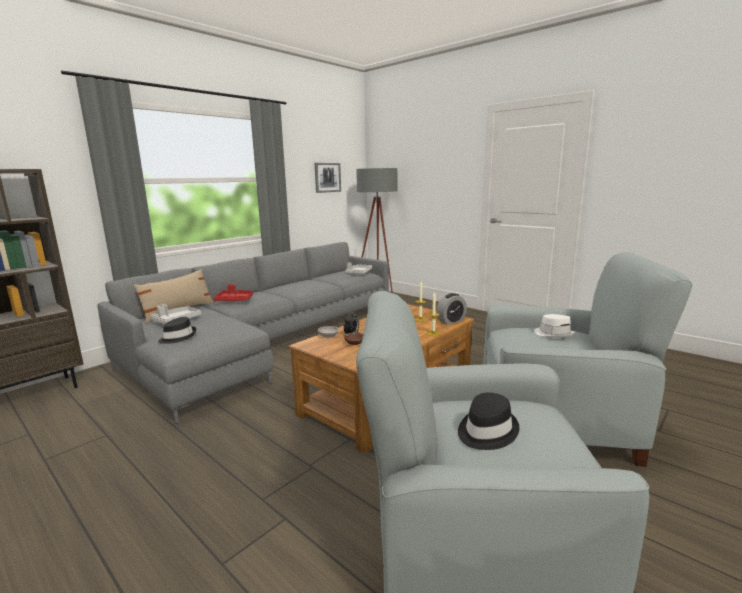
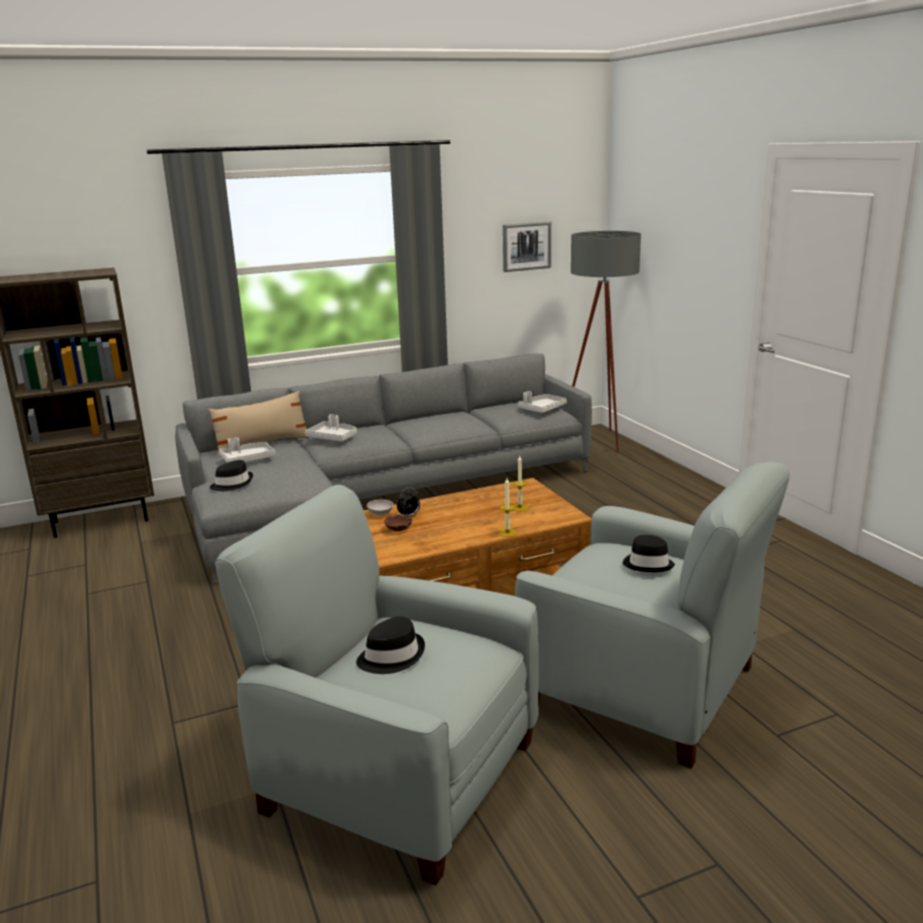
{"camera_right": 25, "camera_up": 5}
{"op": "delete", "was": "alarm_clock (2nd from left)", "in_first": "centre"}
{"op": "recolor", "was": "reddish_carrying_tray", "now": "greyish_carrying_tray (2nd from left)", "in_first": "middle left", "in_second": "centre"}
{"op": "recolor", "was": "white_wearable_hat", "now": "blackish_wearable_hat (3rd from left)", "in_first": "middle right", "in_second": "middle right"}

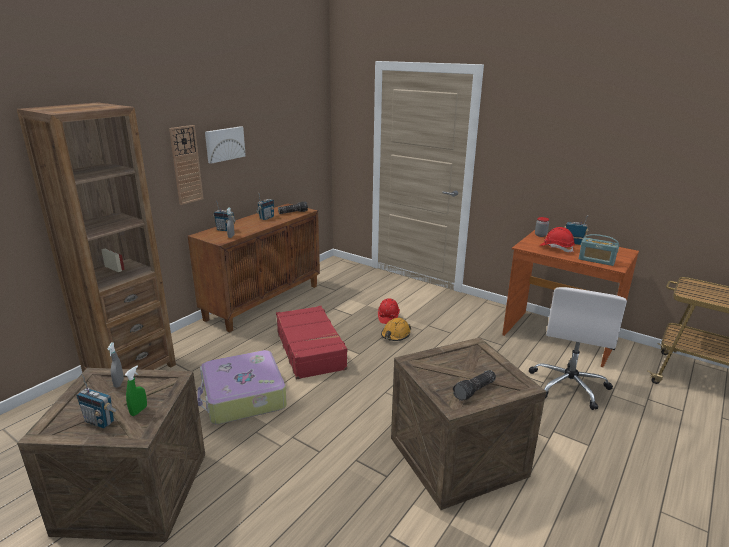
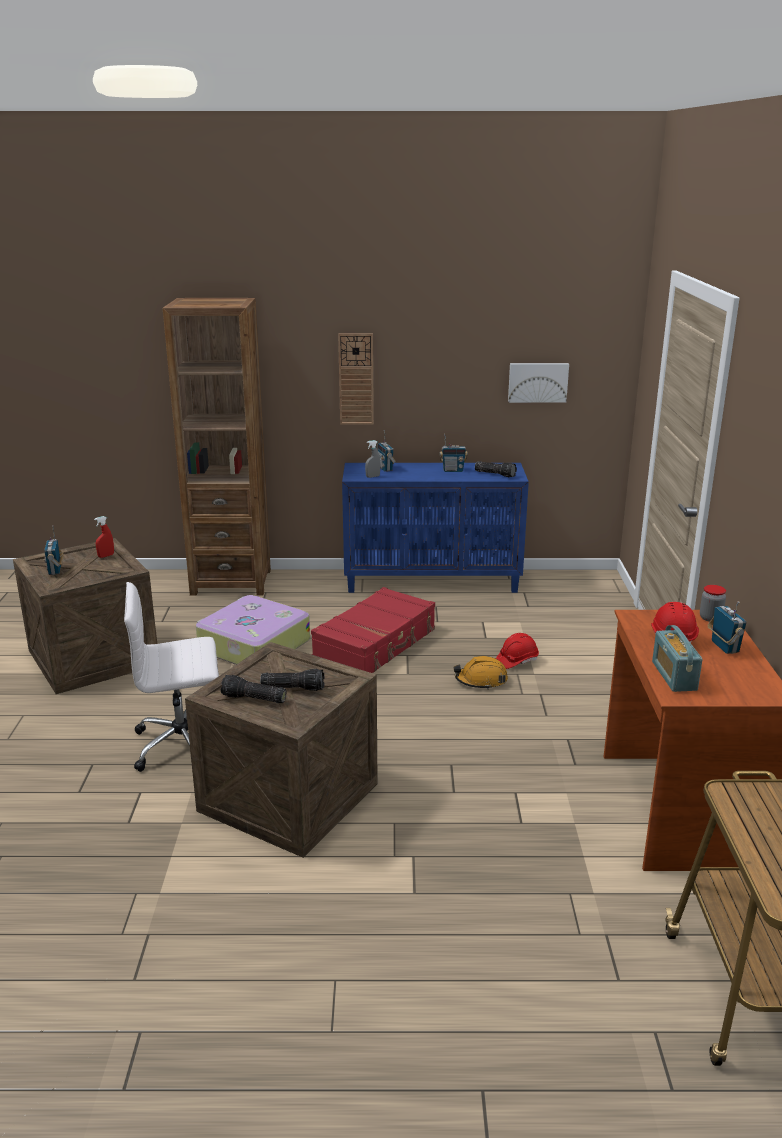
{"camera_right": 55, "camera_up": 0}
{"op": "delete", "was": "green-coloured_hand_sprayer", "in_first": "bottom left"}
{"op": "insert", "now": "flashlight (2nd from left)", "in_second": "centre"}
{"op": "move", "was": "picture", "in_first": "top left", "in_second": "middle right"}
{"op": "move", "was": "white_desk_chair", "in_first": "middle right", "in_second": "middle left"}
{"op": "recolor", "was": "greyish_hand_sprayer (1st from left)", "now": "reddish_hand_sprayer", "in_first": "bottom left", "in_second": "middle left"}
{"op": "recolor", "was": "brownish_cabinet", "now": "blue_cabinet", "in_first": "centre", "in_second": "centre"}

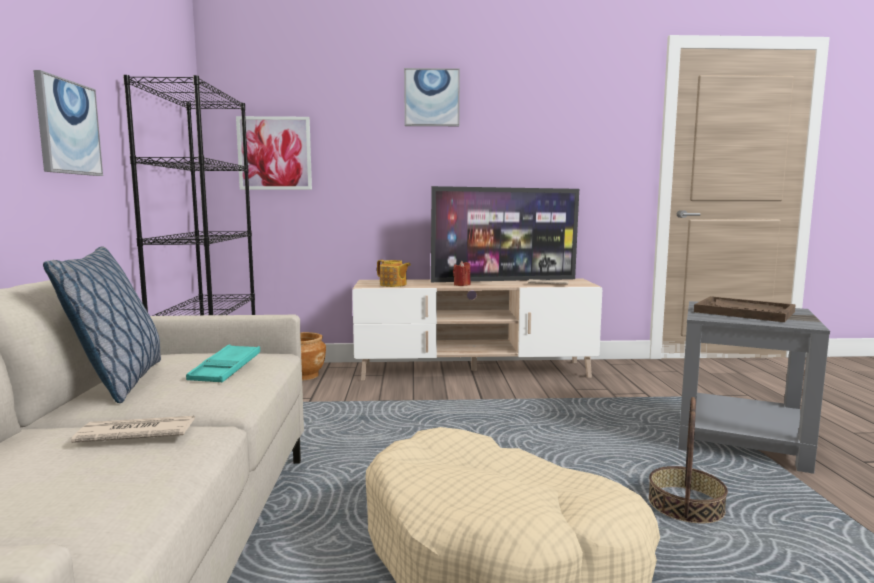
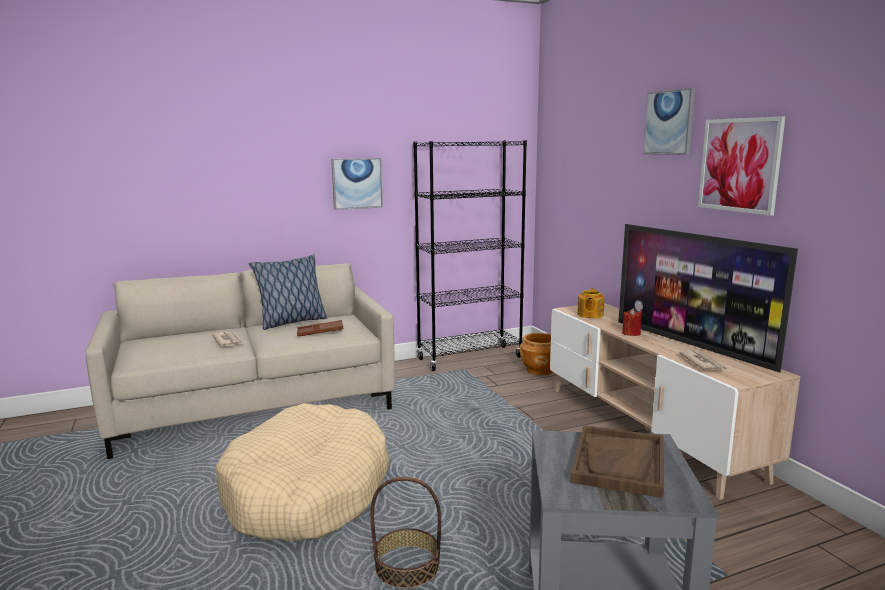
{"camera_right": 70, "camera_up": 5}
{"op": "move", "was": "picture (2nd from left in the first image)", "now": "picture (3rd from left)", "in_first": "top left", "in_second": "top right"}
{"op": "recolor", "was": "turquoise_carrying_tray", "now": "brownish_carrying_tray (1st from left)", "in_first": "middle left", "in_second": "centre"}

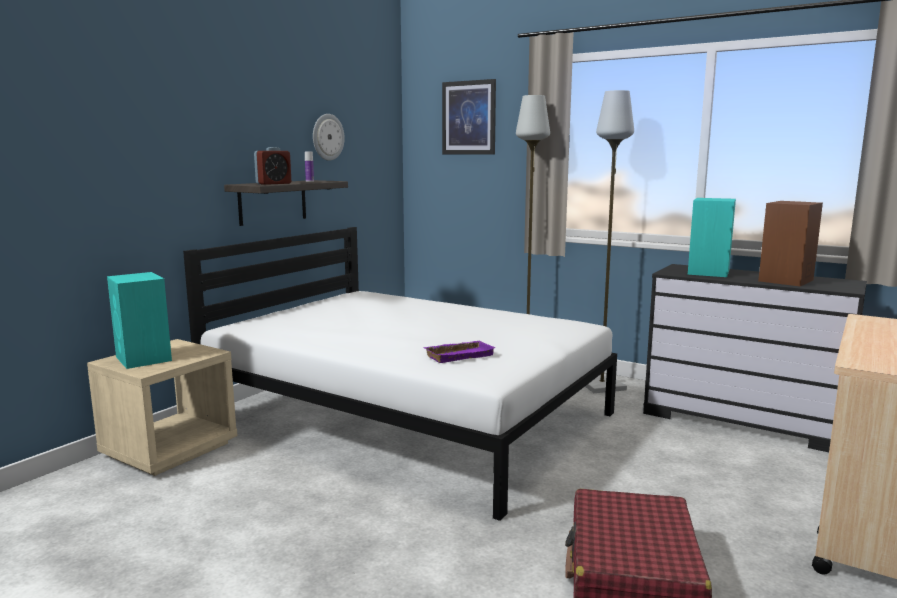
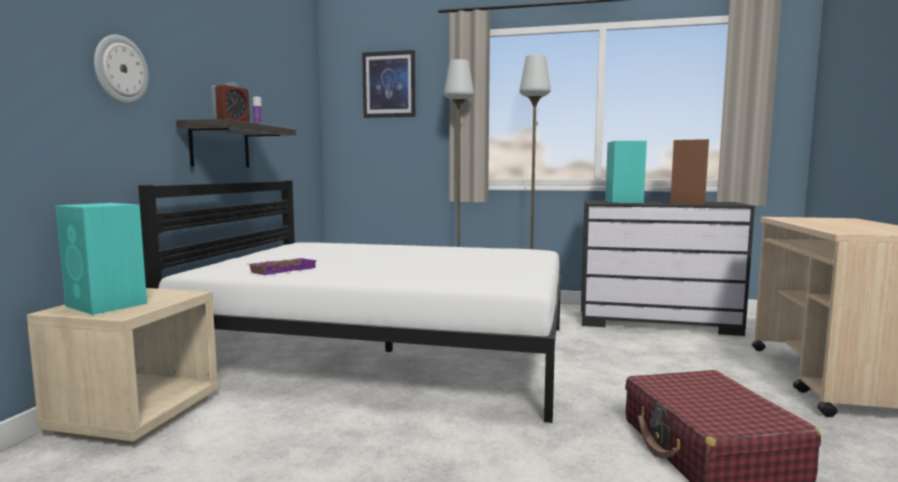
{"camera_right": -20, "camera_up": -5}
{"op": "move", "was": "wall_clock", "in_first": "top centre", "in_second": "top left"}
{"op": "move", "was": "purplish_carrying_tray", "in_first": "centre", "in_second": "middle left"}

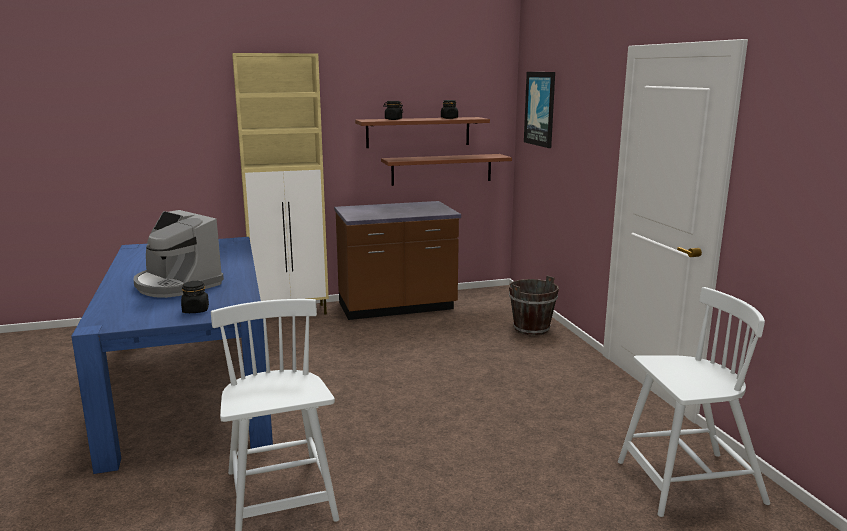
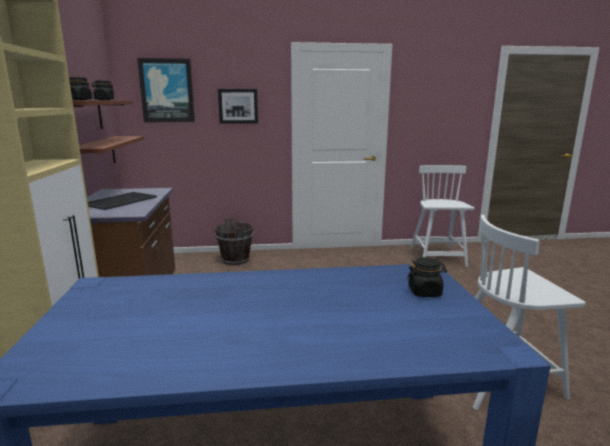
{"camera_right": -80, "camera_up": 0}
{"op": "delete", "was": "coffee_brewer", "in_first": "middle left"}
{"op": "insert", "now": "carrying_tray", "in_second": "middle left"}
{"op": "insert", "now": "picture (2nd from left)", "in_second": "top centre"}

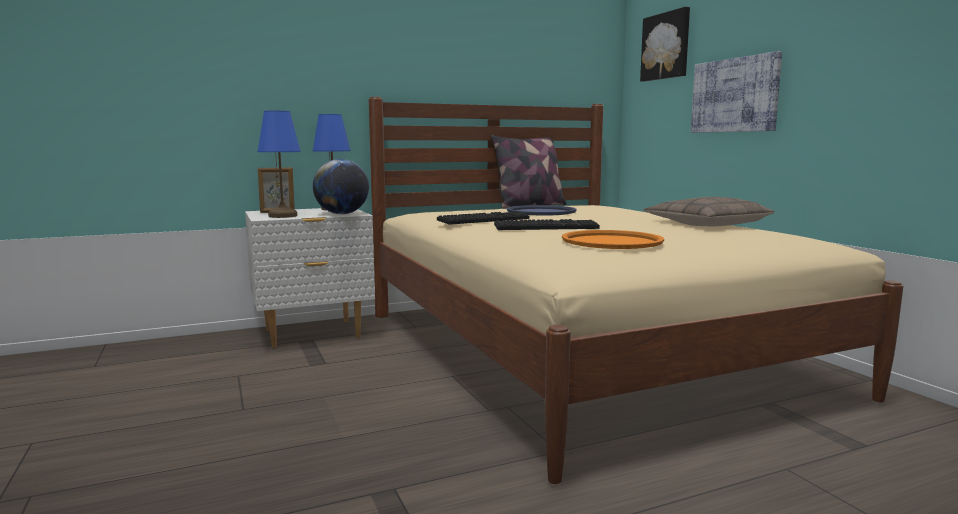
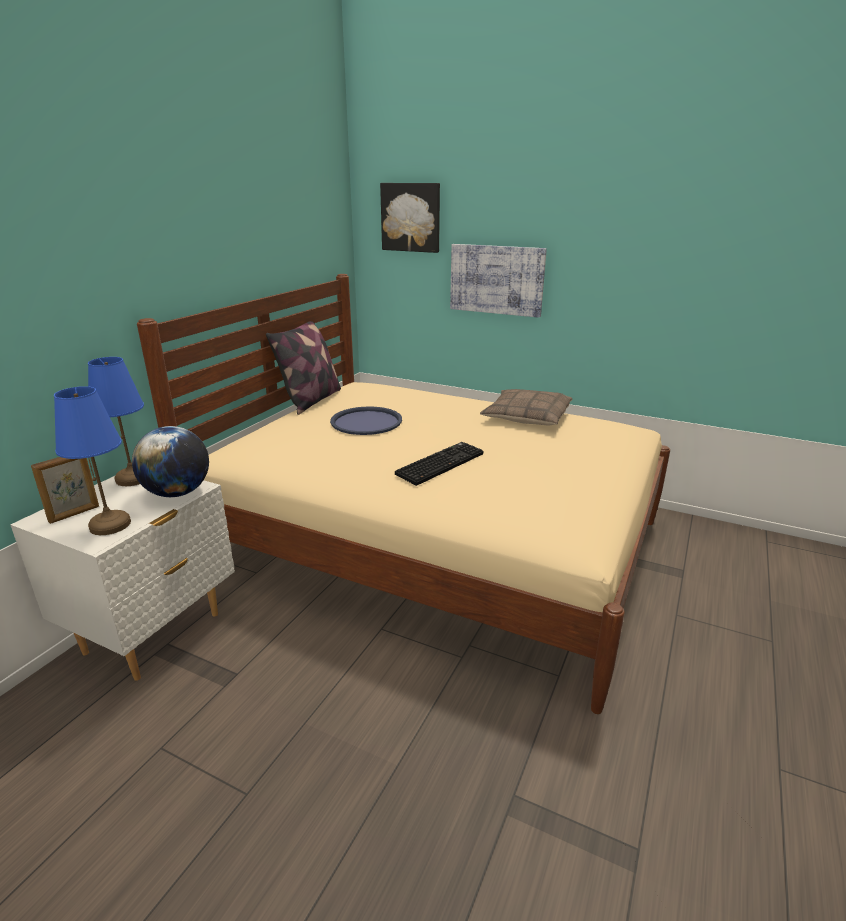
{"camera_right": -40, "camera_up": 15}
{"op": "delete", "was": "computer_keyboard (1st from left)", "in_first": "centre"}
{"op": "delete", "was": "orangey_carrying_tray", "in_first": "centre"}

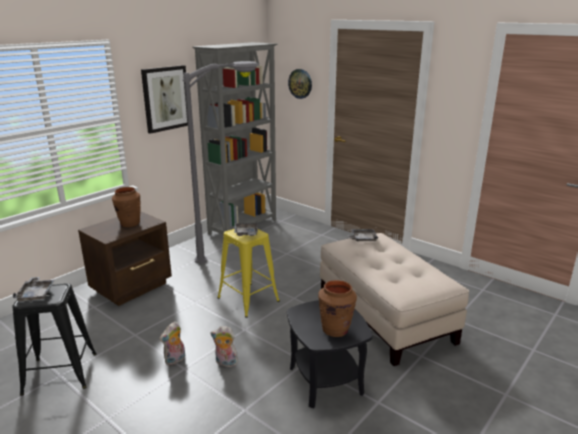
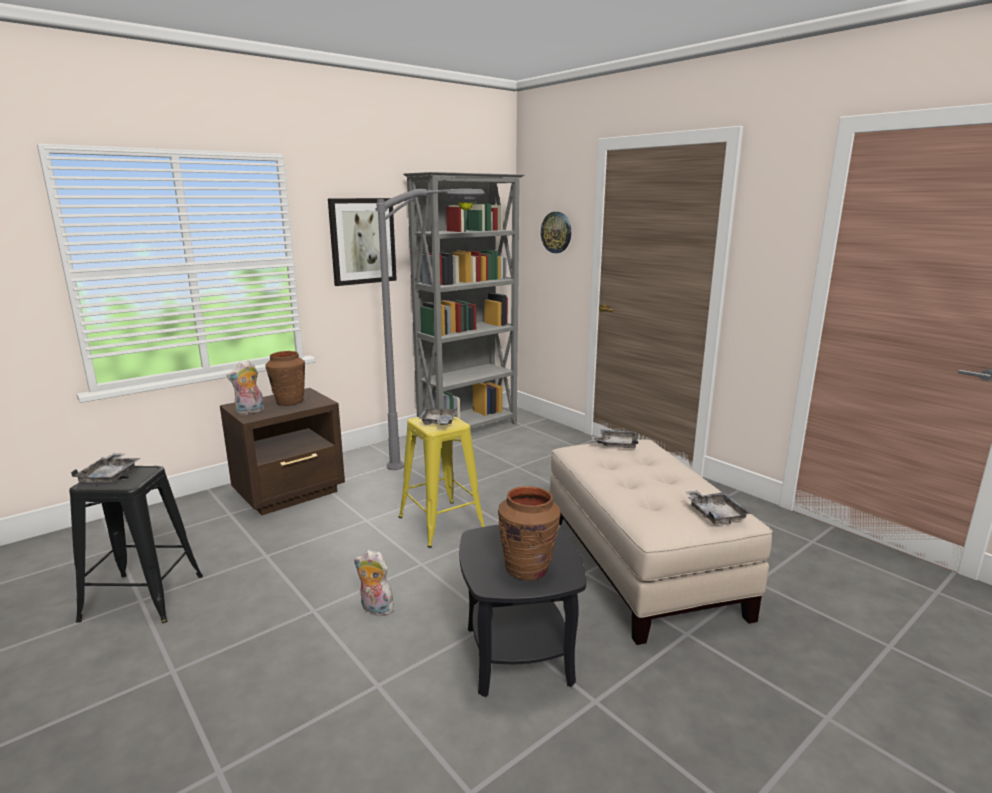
{"camera_right": 10, "camera_up": -5}
{"op": "insert", "now": "greyish_carrying_tray (4th from left)", "in_second": "middle right"}
{"op": "move", "was": "plush_toy (1st from left)", "in_first": "bottom left", "in_second": "middle left"}

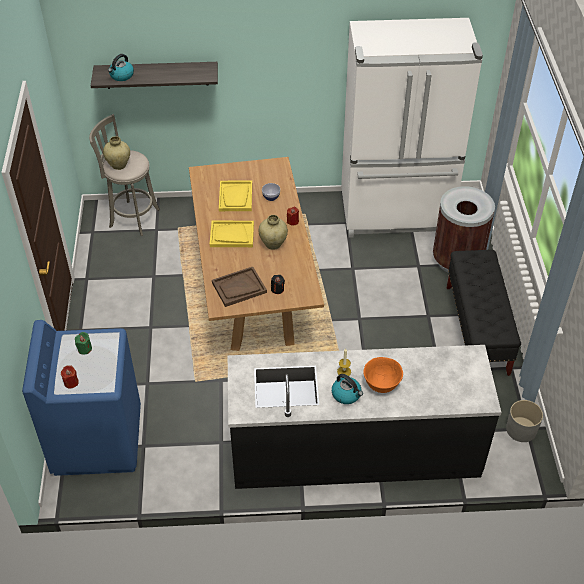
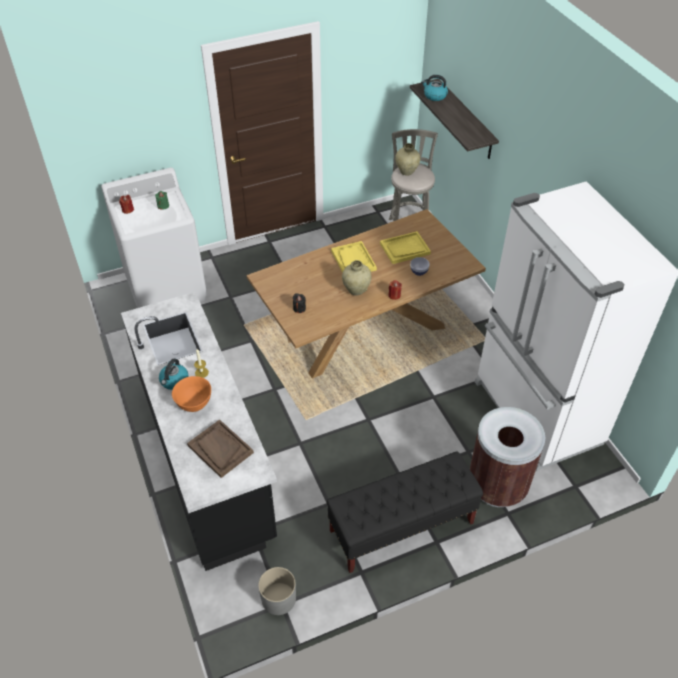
{"camera_right": 70, "camera_up": 0}
{"op": "move", "was": "brownish_carrying_tray", "in_first": "centre", "in_second": "middle left"}
{"op": "recolor", "was": "blue_laundry_appliance", "now": "white_laundry_appliance", "in_first": "bottom left", "in_second": "middle left"}

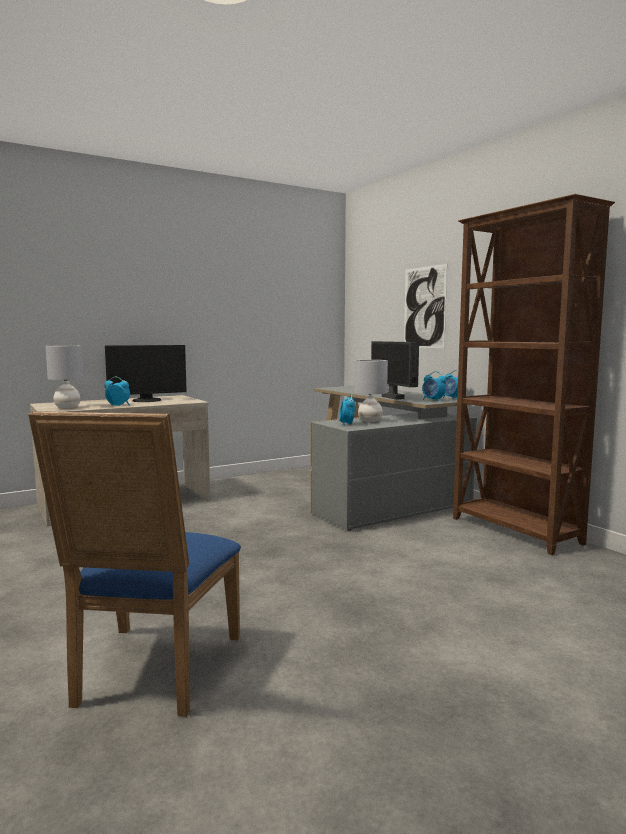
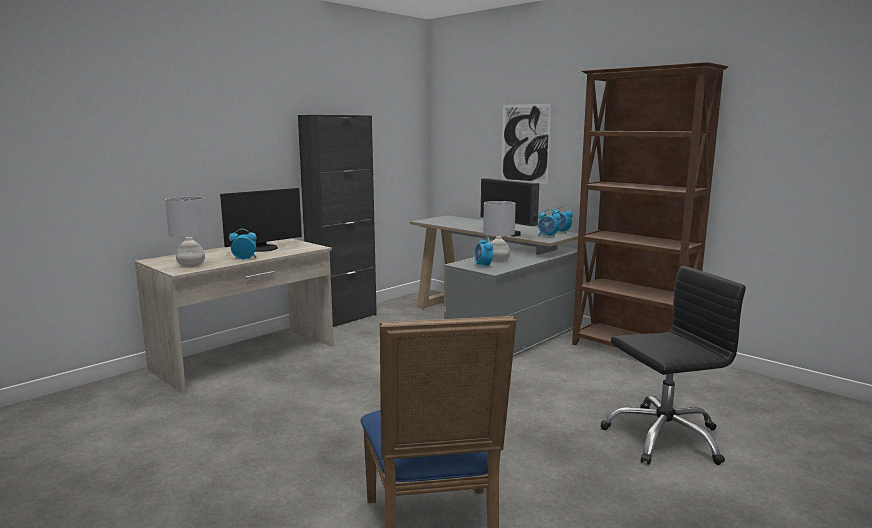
{"camera_right": -15, "camera_up": 5}
{"op": "insert", "now": "blackish_cabinet", "in_second": "centre"}
{"op": "insert", "now": "blackish_desk_chair", "in_second": "bottom right"}

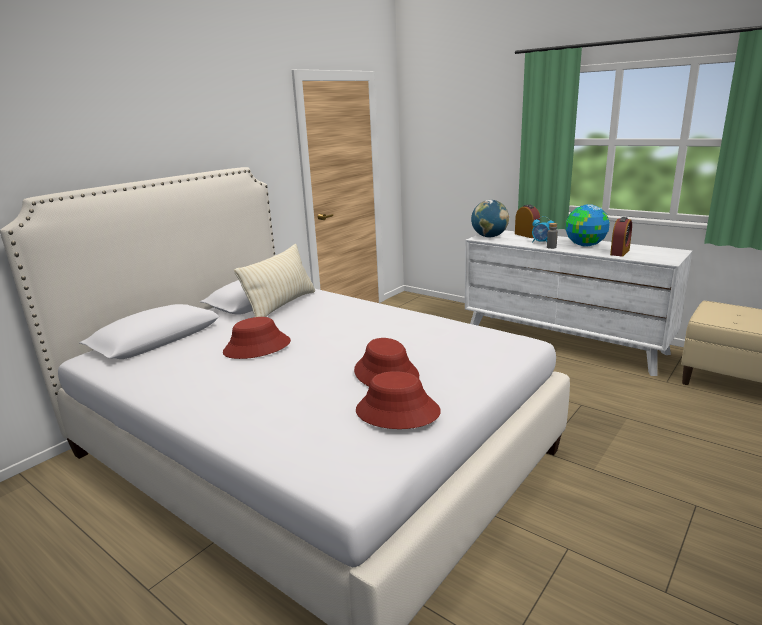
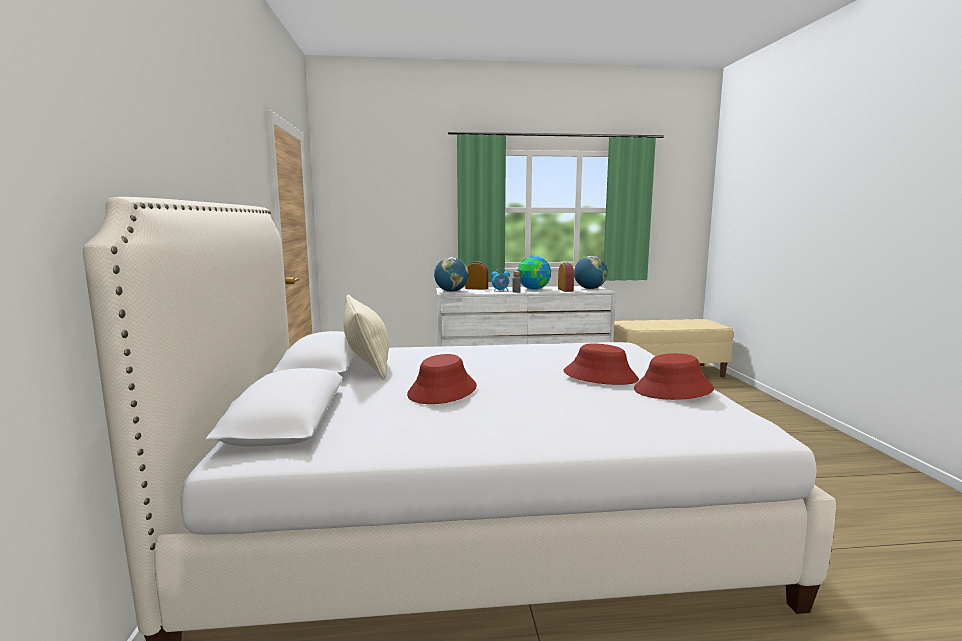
{"camera_right": -45, "camera_up": -10}
{"op": "insert", "now": "globe (3rd from left)", "in_second": "centre"}

